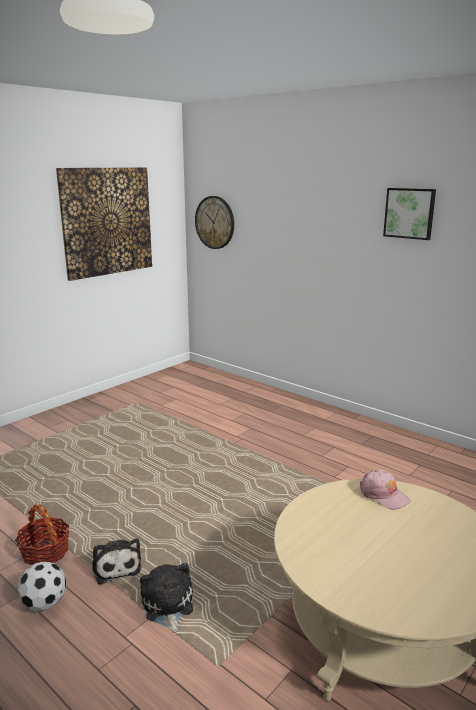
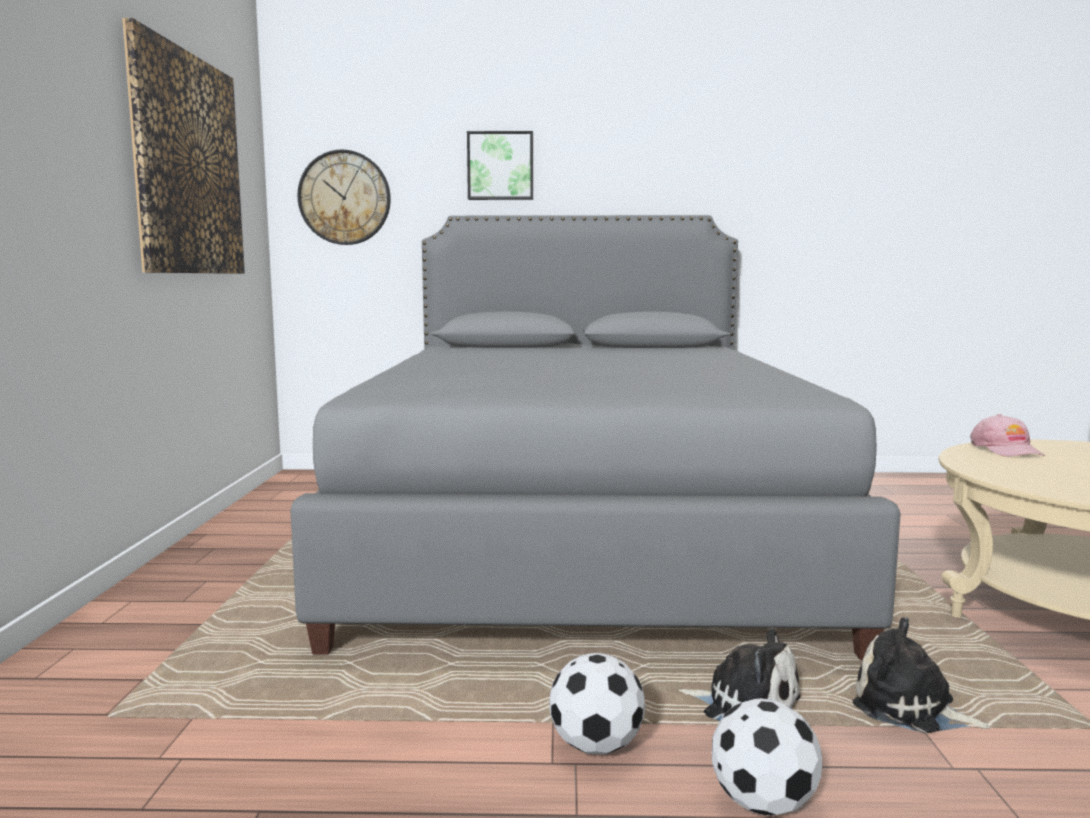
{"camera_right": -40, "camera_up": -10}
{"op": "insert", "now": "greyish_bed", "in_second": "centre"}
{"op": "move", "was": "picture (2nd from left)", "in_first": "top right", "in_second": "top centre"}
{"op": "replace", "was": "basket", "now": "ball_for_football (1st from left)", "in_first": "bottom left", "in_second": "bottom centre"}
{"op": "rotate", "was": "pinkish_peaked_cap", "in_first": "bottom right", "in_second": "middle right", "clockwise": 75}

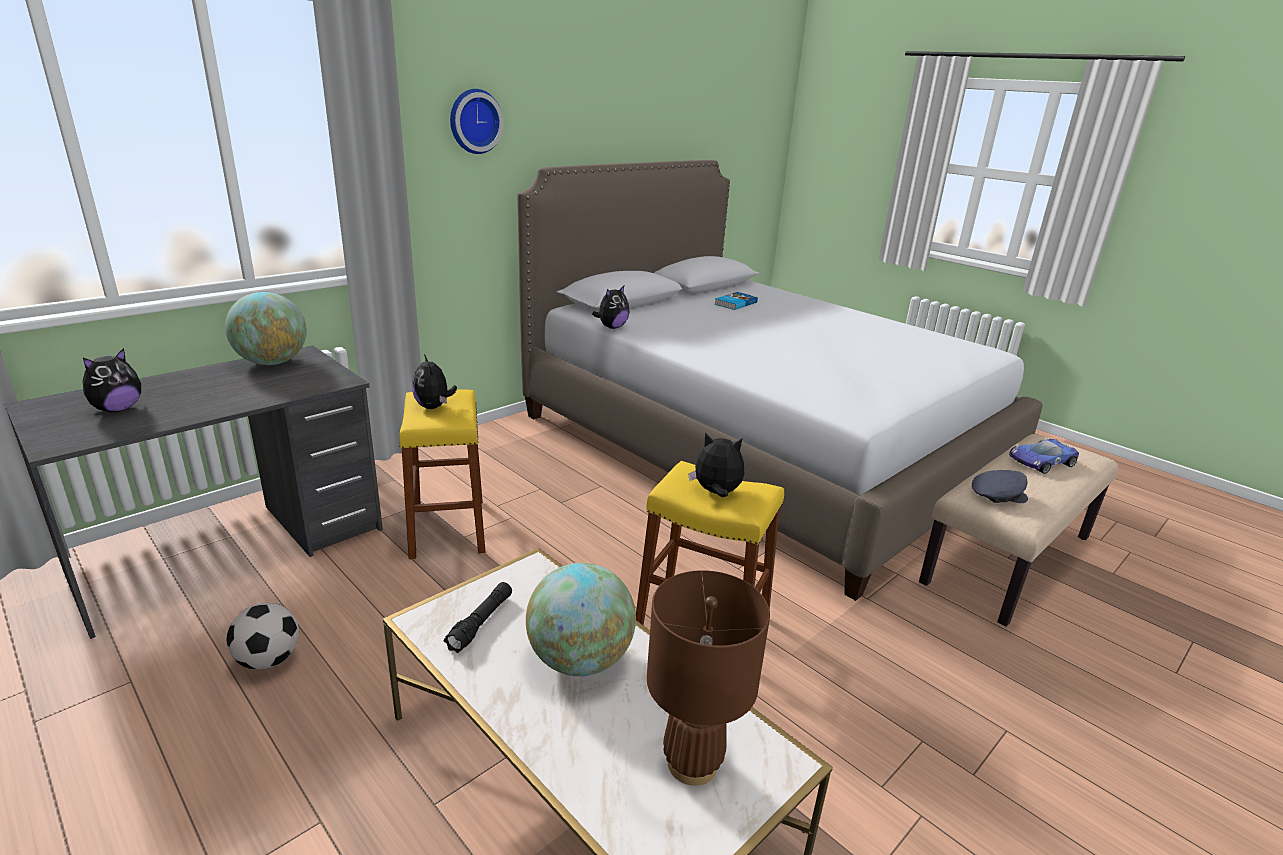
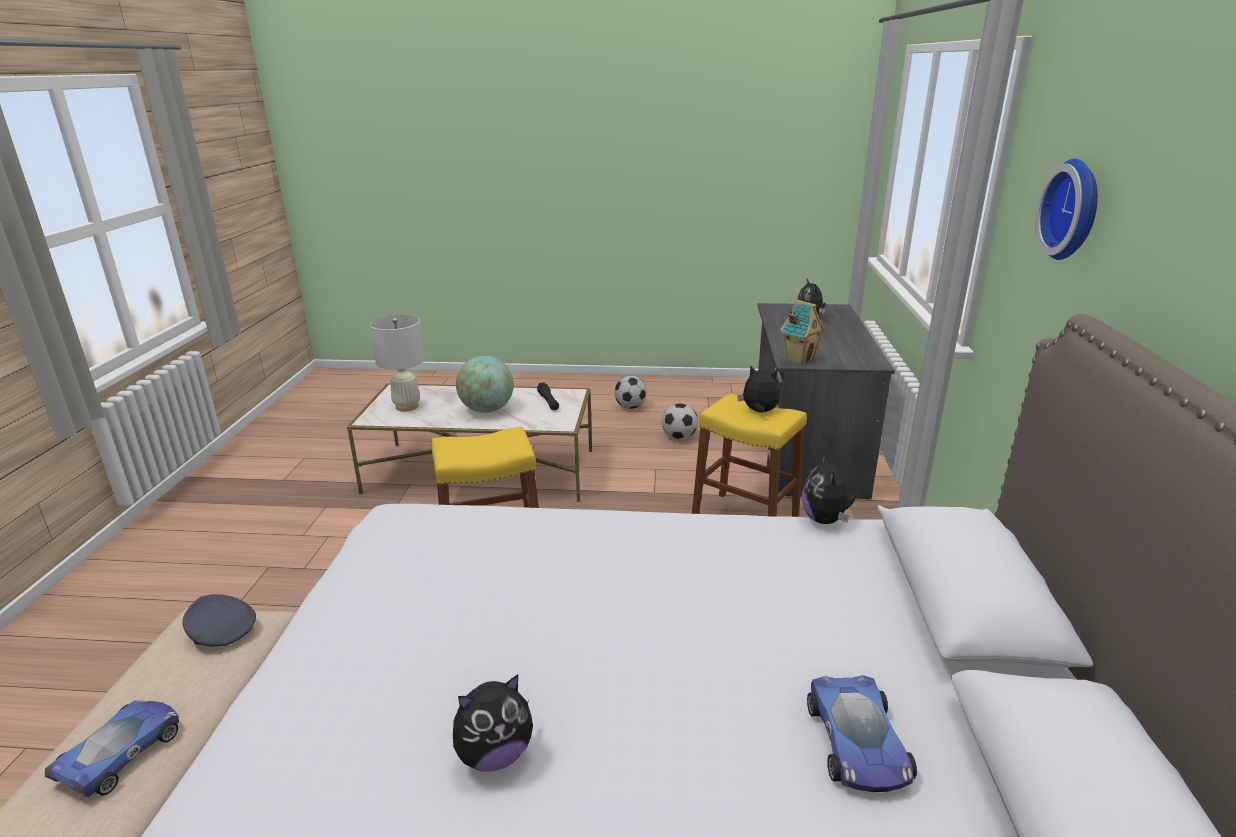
{"camera_right": 140, "camera_up": 0}
{"op": "delete", "was": "globe (1st from left)", "in_first": "middle left"}
{"op": "insert", "now": "ball_for_football (1st from left)", "in_second": "centre"}
{"op": "insert", "now": "miniature_house", "in_second": "centre"}
{"op": "move", "was": "plush_toy (4th from left in the first image)", "now": "plush_toy (1st from left)", "in_first": "centre", "in_second": "bottom centre"}
{"op": "replace", "was": "book", "now": "model_car (2nd from left)", "in_first": "centre", "in_second": "bottom right"}
{"op": "recolor", "was": "brownish_tabletop_lamp", "now": "white_tabletop_lamp", "in_first": "bottom centre", "in_second": "middle left"}
{"op": "rotate", "was": "greyish_peaked_cap", "in_first": "middle right", "in_second": "bottom left", "clockwise": 75}

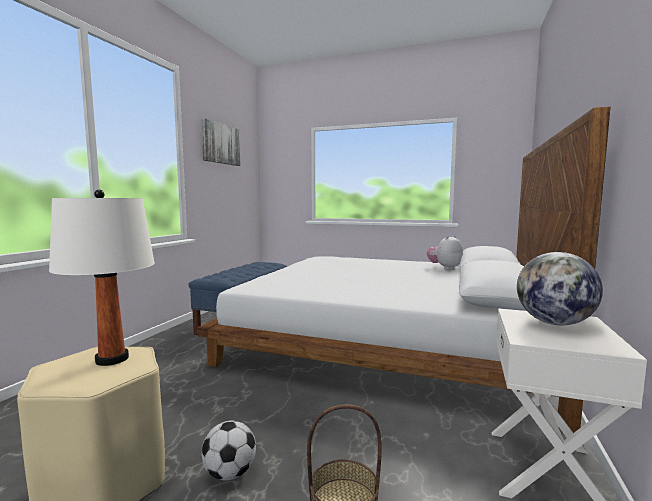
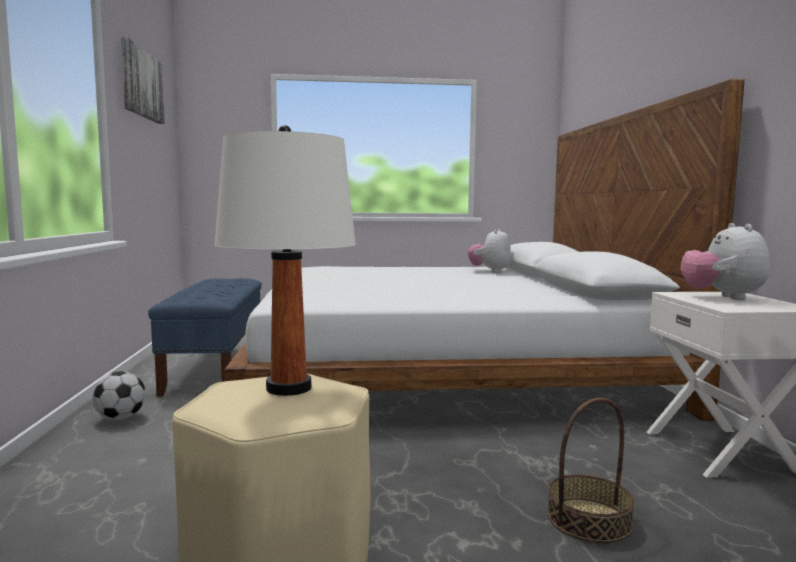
{"camera_right": -25, "camera_up": 0}
{"op": "move", "was": "ball_for_football", "in_first": "bottom centre", "in_second": "bottom left"}
{"op": "replace", "was": "globe", "now": "plush_toy (2nd from left)", "in_first": "middle right", "in_second": "middle right"}

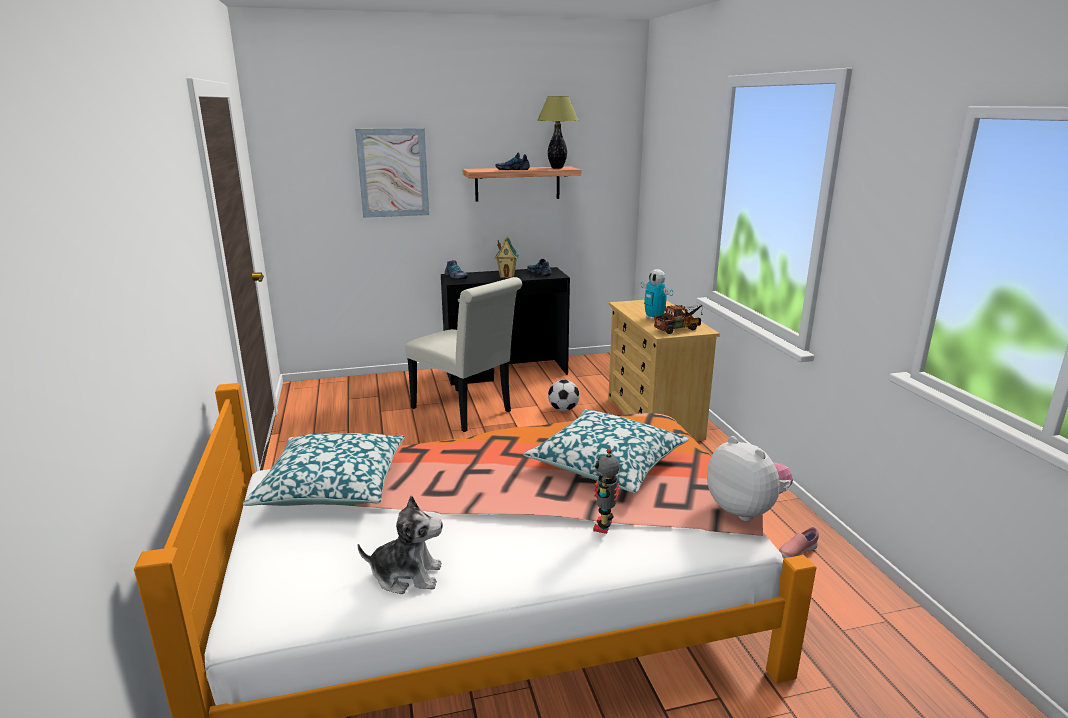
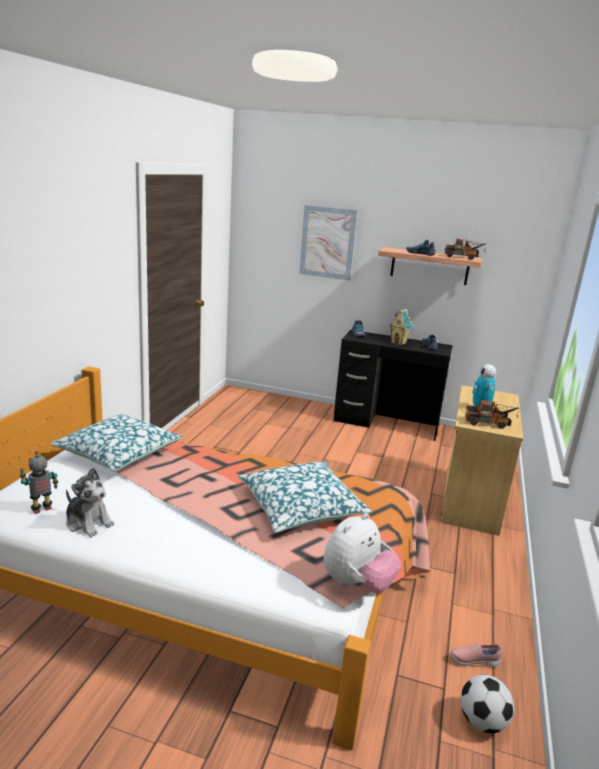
{"camera_right": 30, "camera_up": 0}
{"op": "delete", "was": "white_plain_chair", "in_first": "centre"}
{"op": "move", "was": "ball_for_football", "in_first": "centre", "in_second": "bottom right"}
{"op": "move", "was": "model_robot (1st from left)", "in_first": "bottom centre", "in_second": "middle left"}
{"op": "replace", "was": "tabletop_lamp", "now": "toy_truck (1st from left)", "in_first": "top centre", "in_second": "top right"}
{"op": "rotate", "was": "plush_toy (2nd from left)", "in_first": "bottom right", "in_second": "bottom centre", "clockwise": 45}

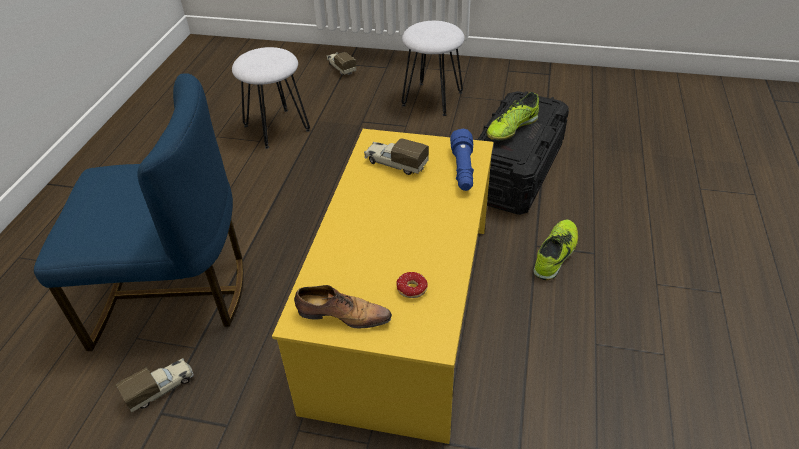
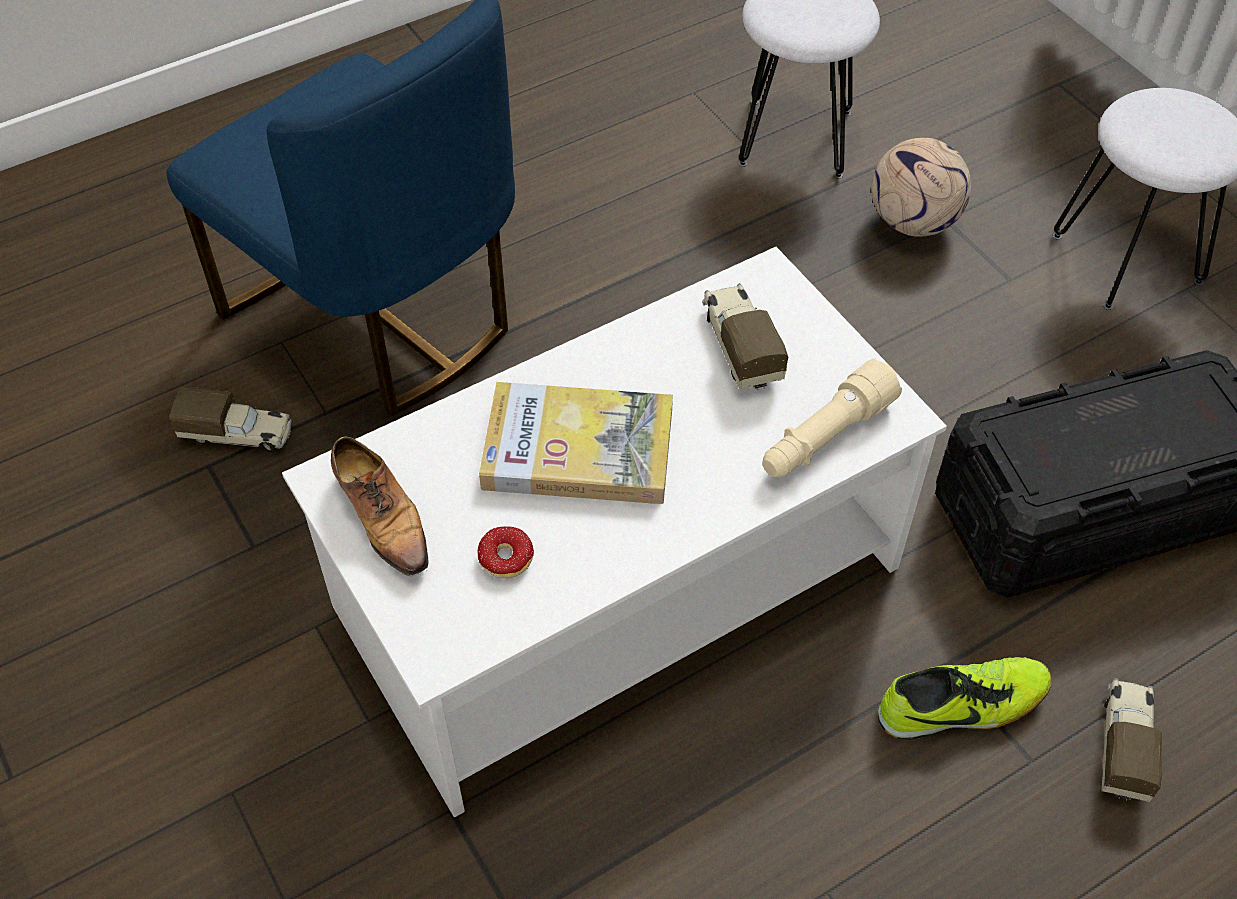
{"camera_right": 45, "camera_up": 10}
{"op": "delete", "was": "shoe (2nd from left)", "in_first": "top centre"}
{"op": "insert", "now": "book", "in_second": "centre"}
{"op": "insert", "now": "ball_for_football", "in_second": "top right"}
{"op": "move", "was": "toy_truck (2nd from left in the first image)", "now": "toy_truck (3rd from left)", "in_first": "top centre", "in_second": "bottom right"}
{"op": "recolor", "was": "yellow_coffee_table", "now": "white_coffee_table", "in_first": "centre", "in_second": "centre"}
{"op": "recolor", "was": "blue_flashlight", "now": "beige_flashlight", "in_first": "centre", "in_second": "middle right"}

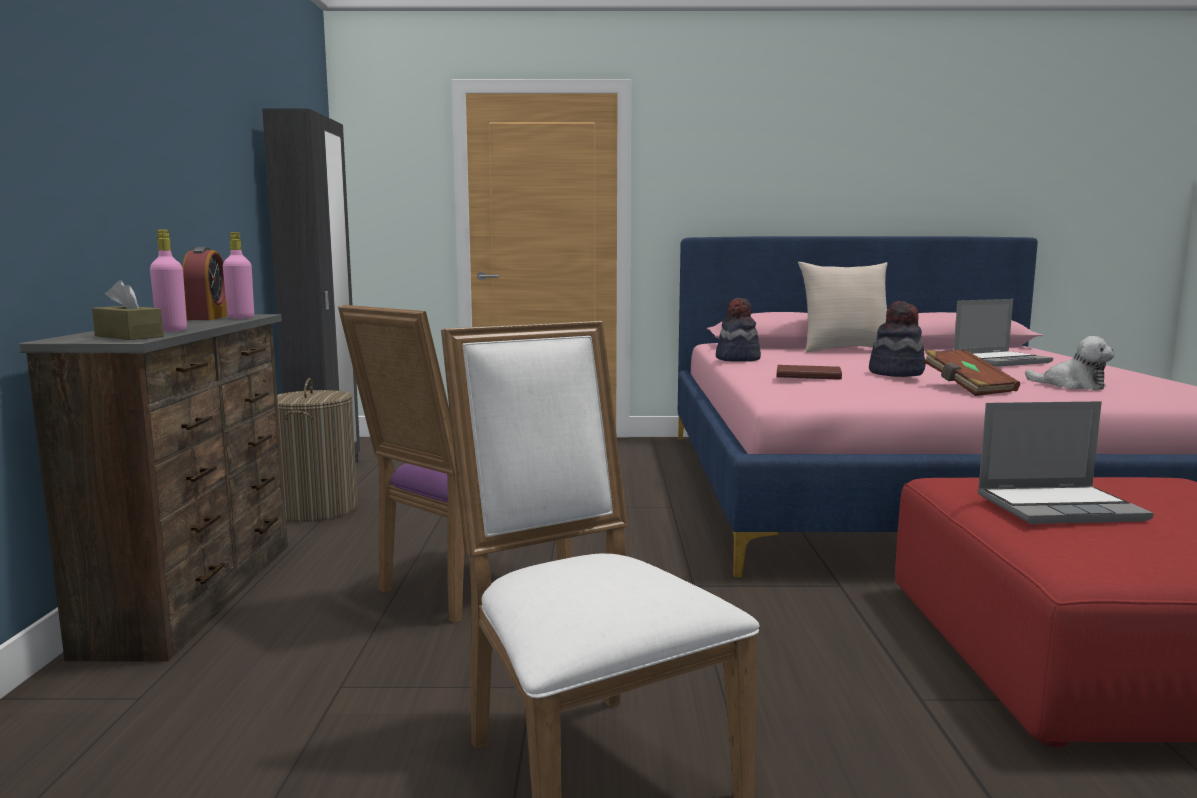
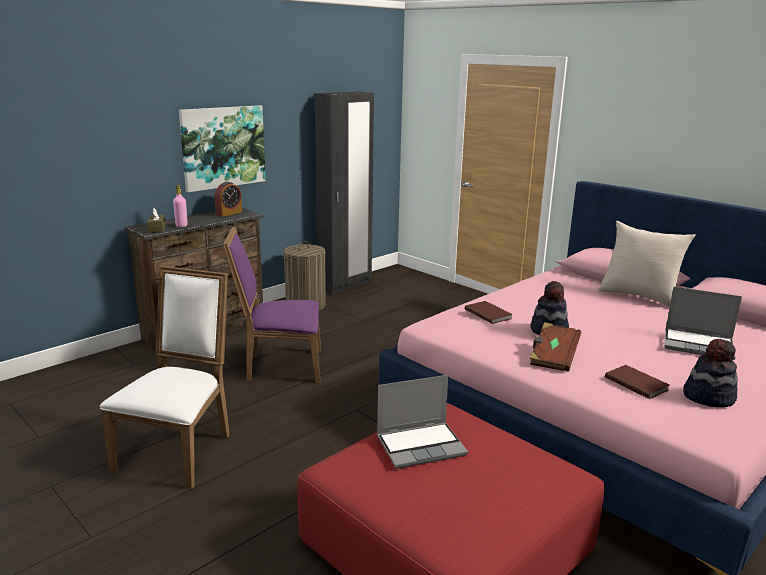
{"camera_right": 45, "camera_up": 10}
{"op": "delete", "was": "pinkish_beverage_bottle (2nd from left)", "in_first": "middle left"}
{"op": "insert", "now": "picture", "in_second": "top left"}
{"op": "move", "was": "wearable_hat (1st from left in the first image)", "now": "wearable_hat (2nd from left)", "in_first": "centre", "in_second": "middle right"}
{"op": "replace", "was": "plush_toy", "now": "brownish_book (3rd from left)", "in_first": "middle right", "in_second": "middle right"}
{"op": "rotate", "was": "notebook_computer (2nd from left in the first image)", "in_first": "middle right", "in_second": "bottom centre", "clockwise": -60}

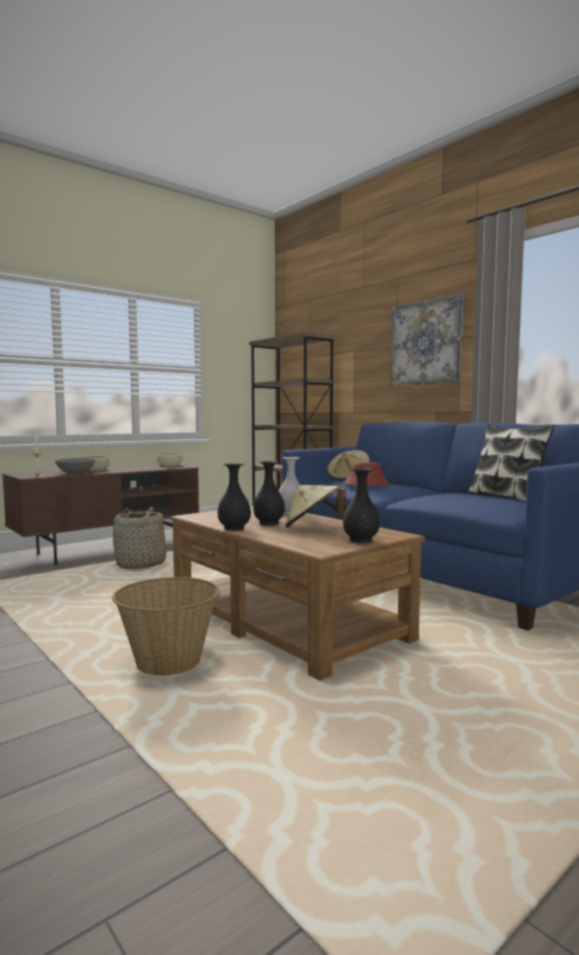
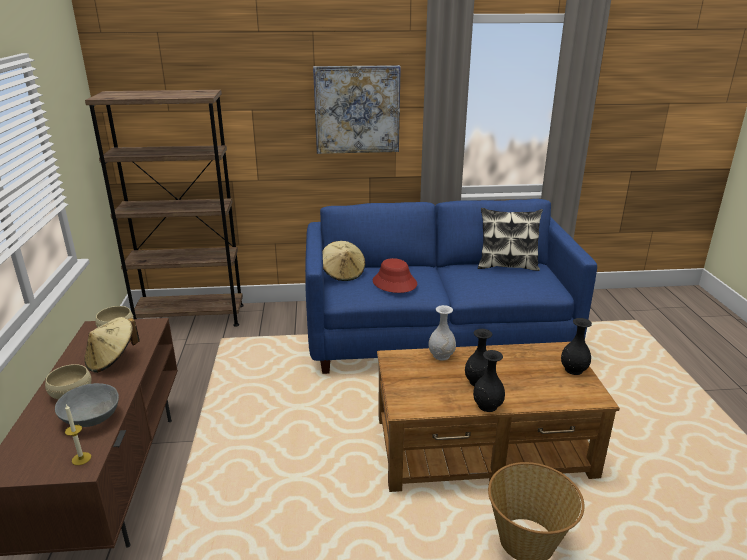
{"camera_right": -55, "camera_up": 20}
{"op": "delete", "was": "basket (1st from left)", "in_first": "middle left"}
{"op": "move", "was": "beige_wearable_hat (1st from left)", "in_first": "centre", "in_second": "middle left"}

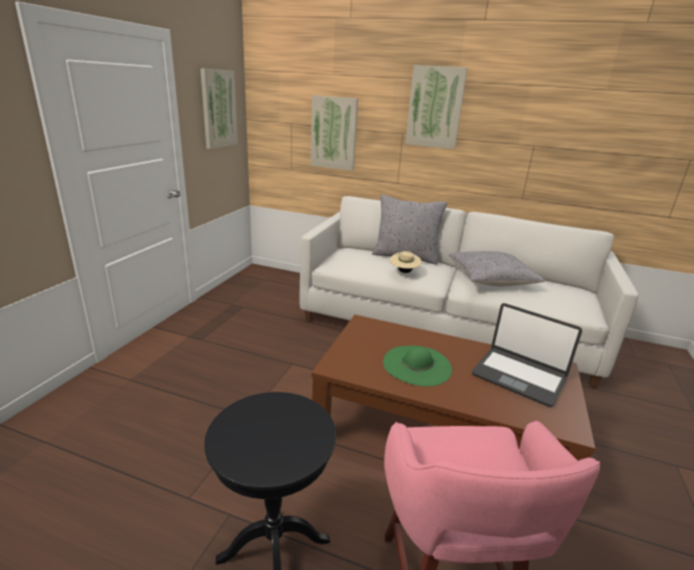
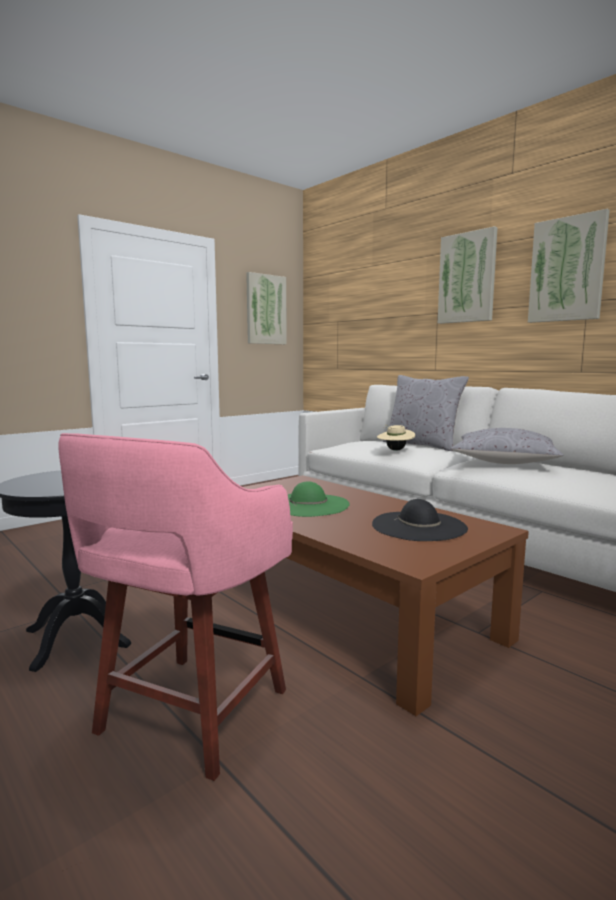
{"camera_right": 30, "camera_up": -15}
{"op": "move", "was": "picture (2nd from left in the first image)", "now": "picture (3rd from left)", "in_first": "top centre", "in_second": "top right"}
{"op": "replace", "was": "notebook_computer", "now": "blackish_wearable_hat", "in_first": "middle right", "in_second": "middle right"}

